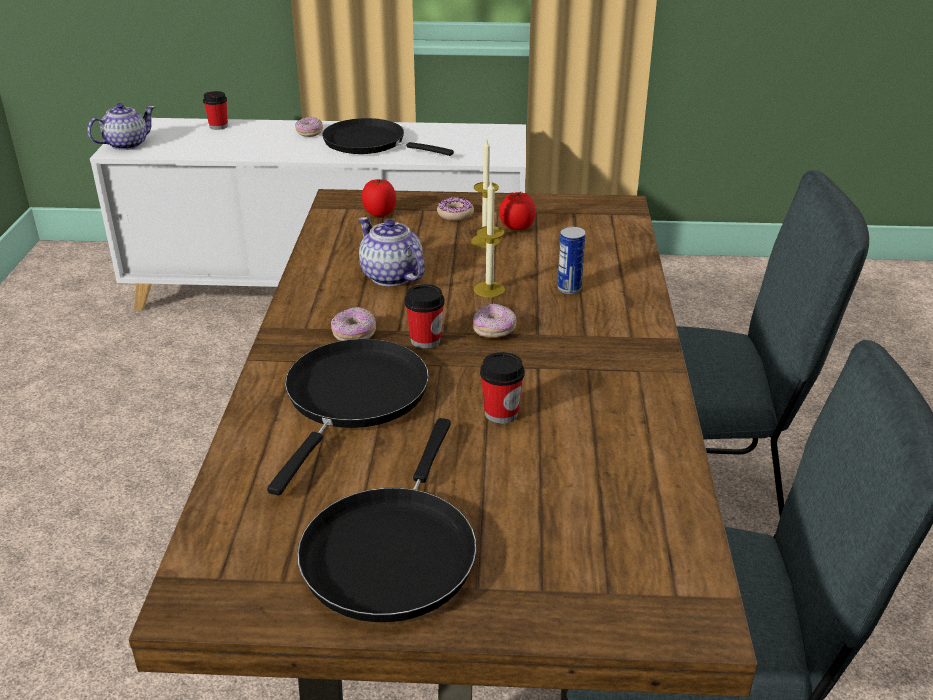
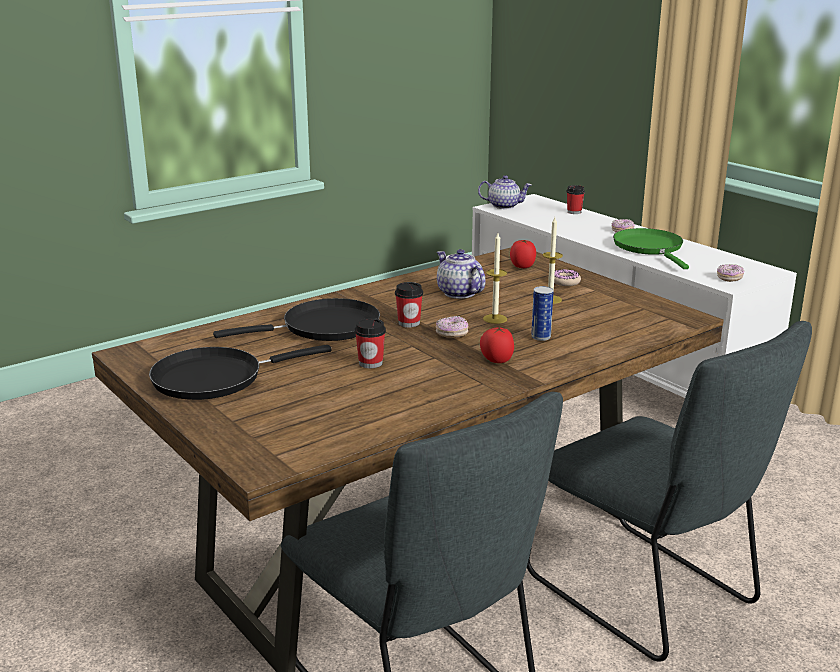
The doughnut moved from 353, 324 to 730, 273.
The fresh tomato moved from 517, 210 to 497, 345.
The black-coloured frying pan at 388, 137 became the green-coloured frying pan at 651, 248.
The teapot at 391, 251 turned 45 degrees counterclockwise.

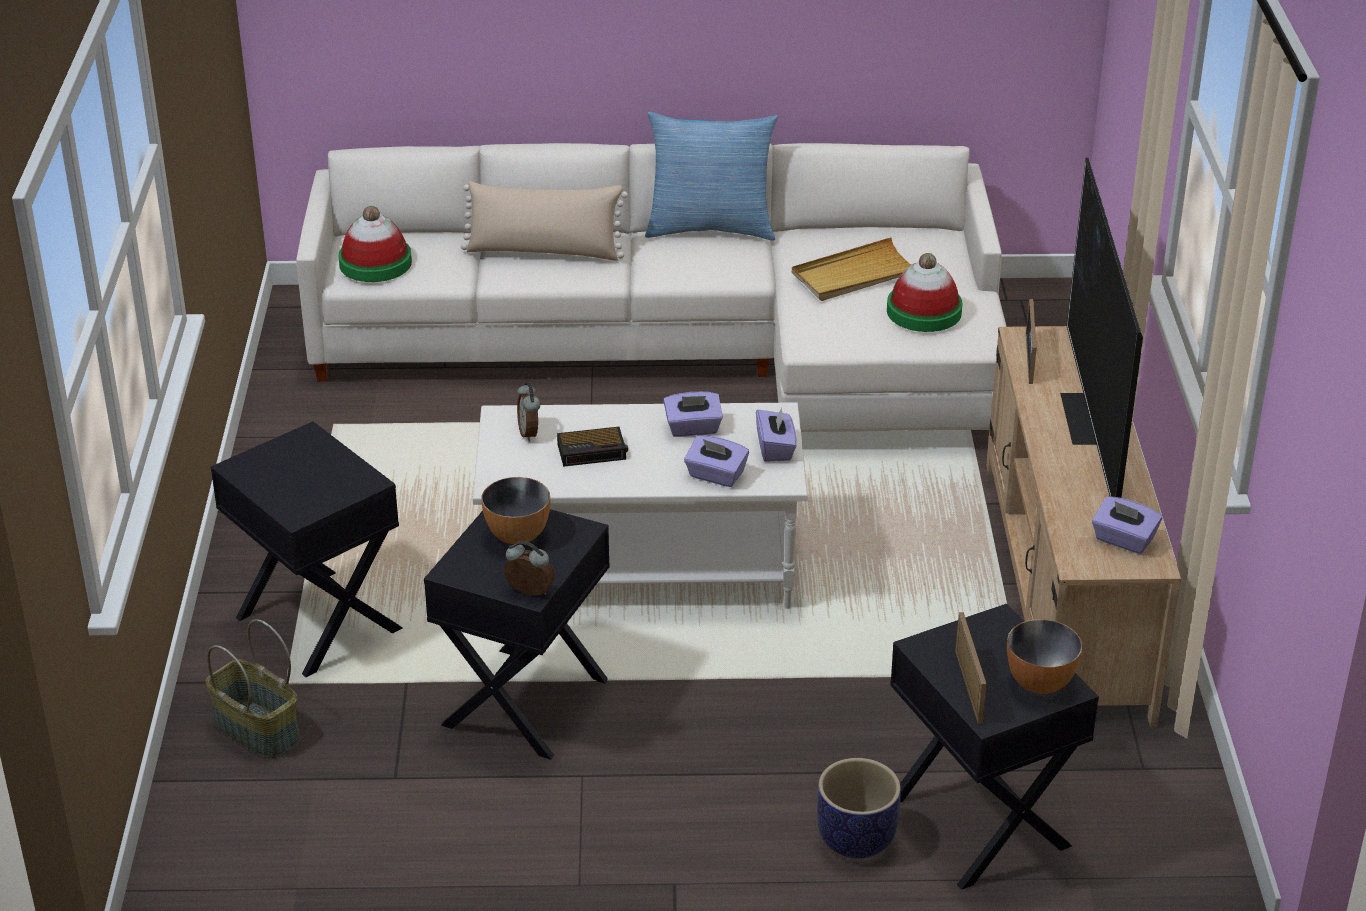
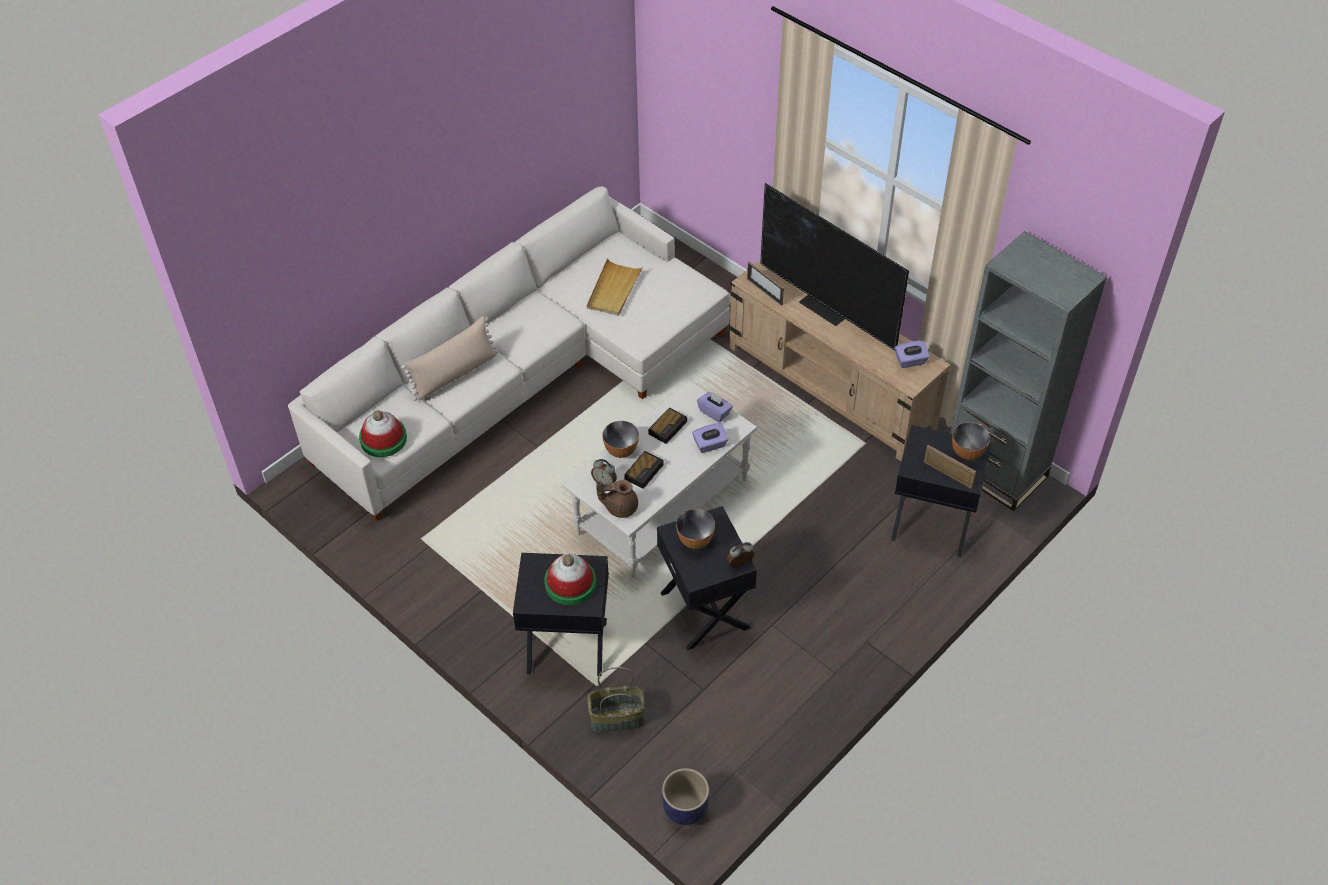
The cushion at 711, 176 disappeared.
The brownish teapot at 617, 499 appeared.
The serving bowl at 621, 439 appeared.
The grey bookshelf at 1028, 371 appeared.
The plant pot moved from 859, 808 to 685, 796.
The wearable hat moved from 925, 292 to 570, 579.
The purple-coloured tissue box at 693, 414 was replaced by the bedside clock at 667, 425.

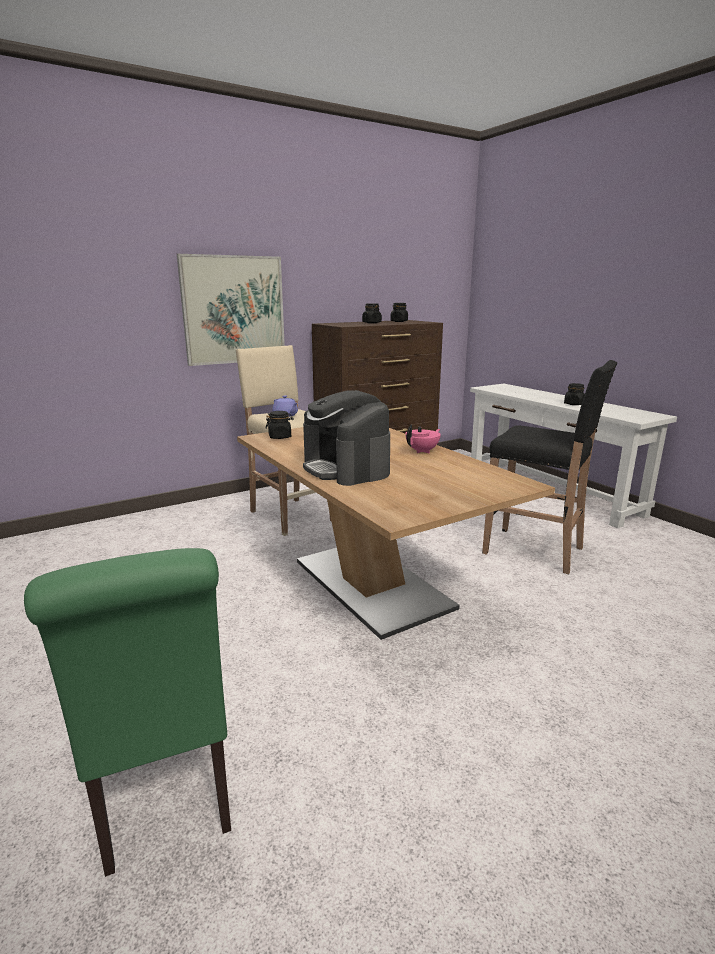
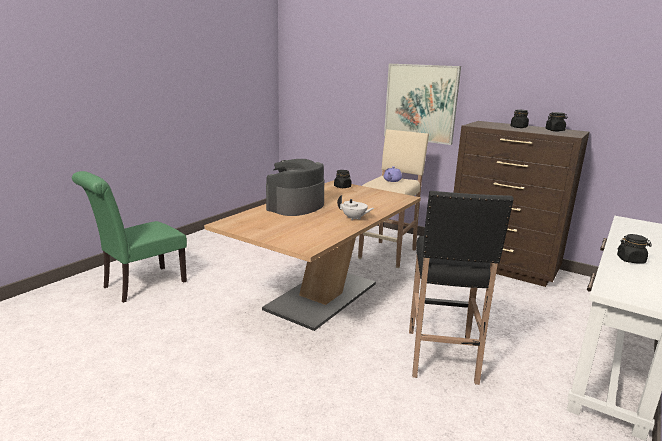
The pink-coloured teapot at 423, 439 became the white teapot at 355, 208.

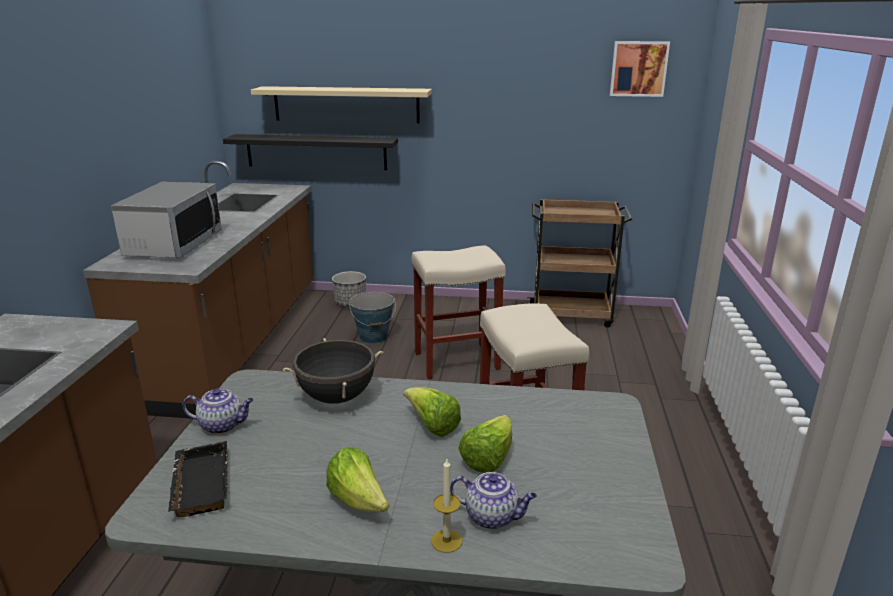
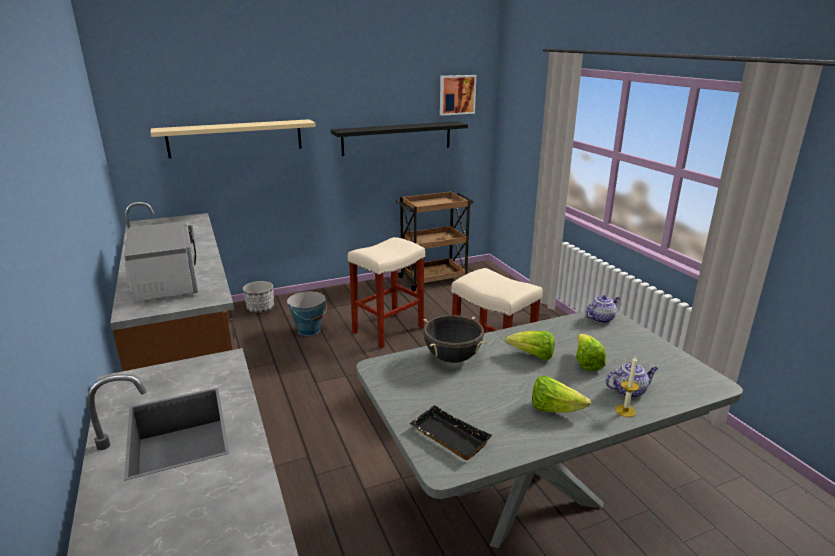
The teapot moved from 218, 411 to 602, 309.
The black-coloured wall shelf moved from 310, 152 to 399, 138.

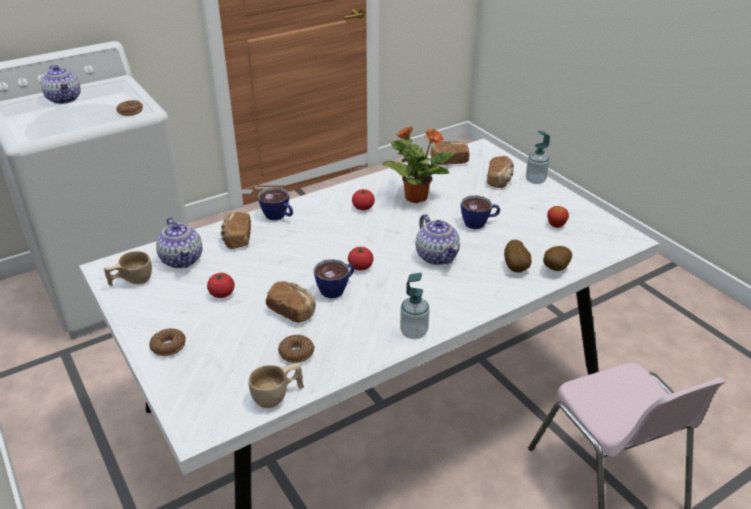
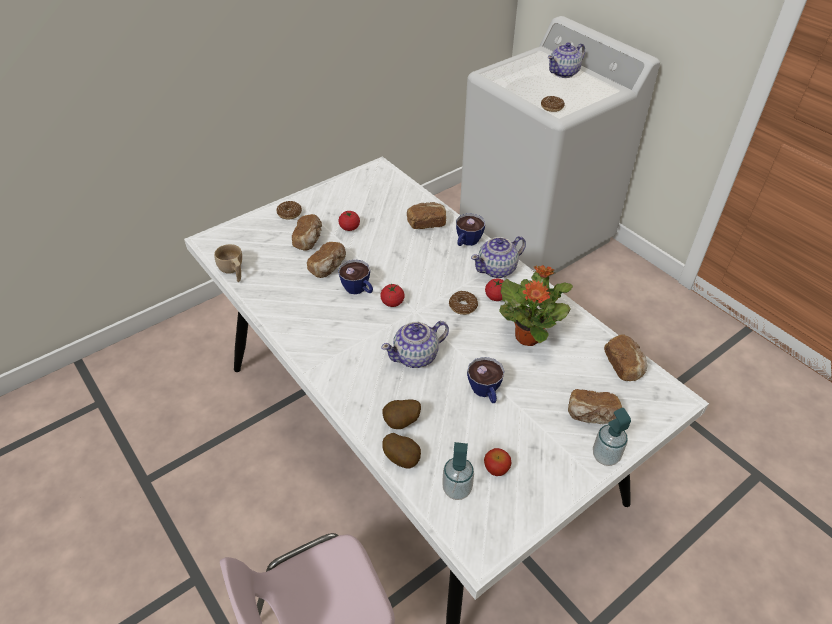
The beige small cup at 128, 268 disappeared.
The baked bread at 307, 232 appeared.
The teapot moved from 179, 242 to 498, 257.
The doughnut moved from 296, 349 to 463, 303.
The liquid soap bottle moved from 414, 306 to 458, 471.

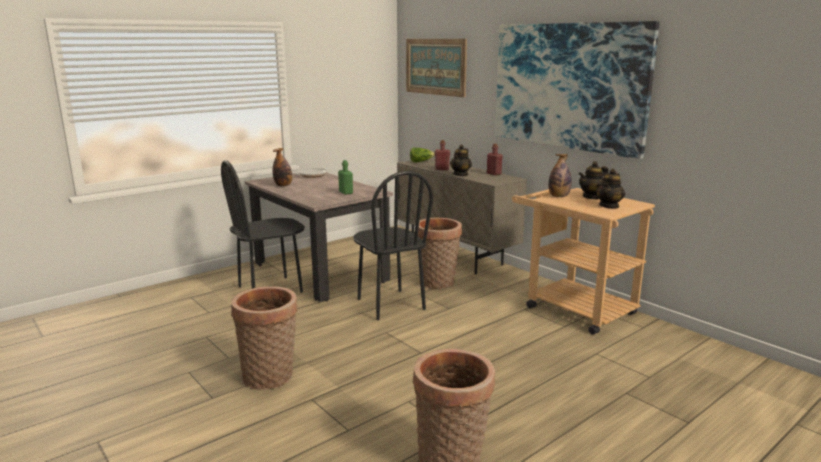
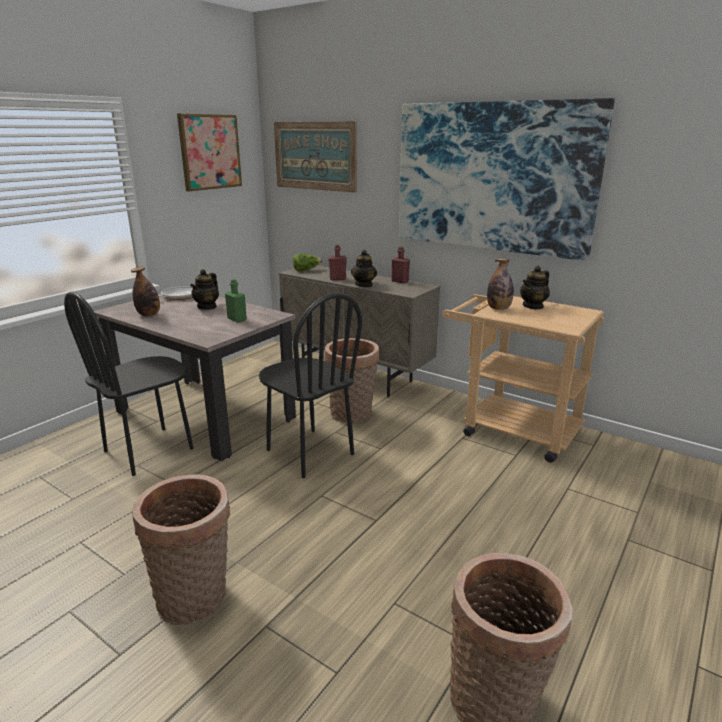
The wall art at 209, 152 appeared.
The teapot moved from 610, 189 to 204, 289.

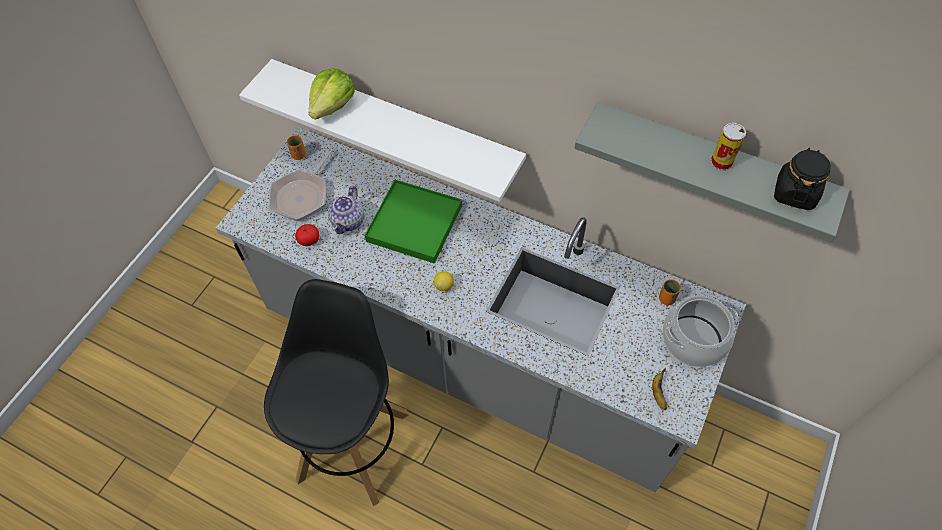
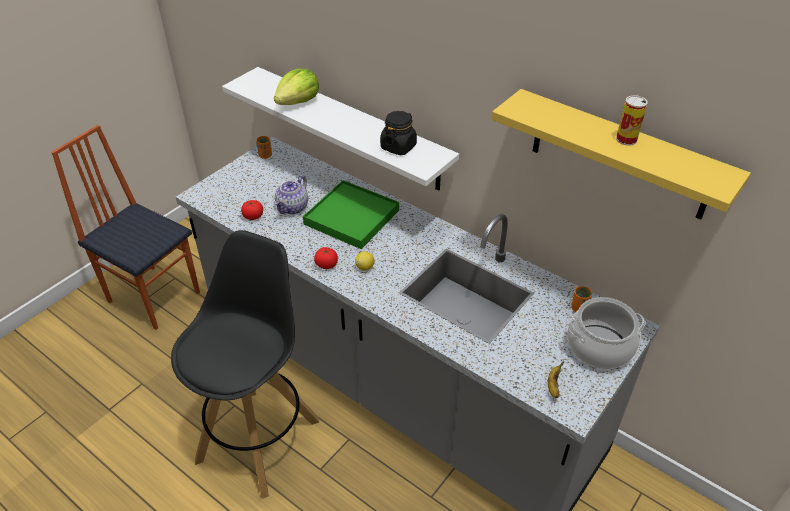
The frying pan at 301, 184 disappeared.
The plain chair at 125, 227 appeared.
The fresh tomato at 326, 258 appeared.
The black-coloured storage jar moved from 802, 179 to 398, 133.
The grey wall shelf at 712, 172 became the yellow wall shelf at 621, 154.

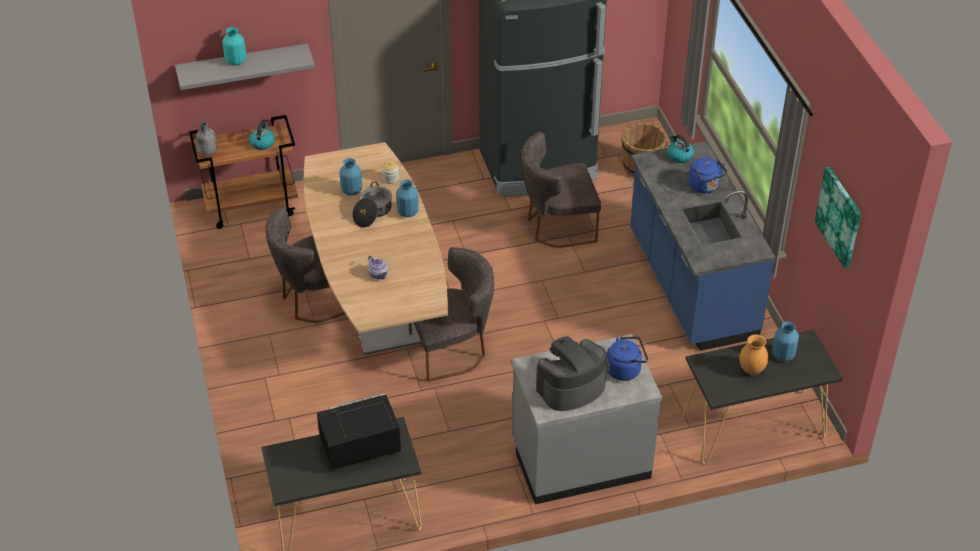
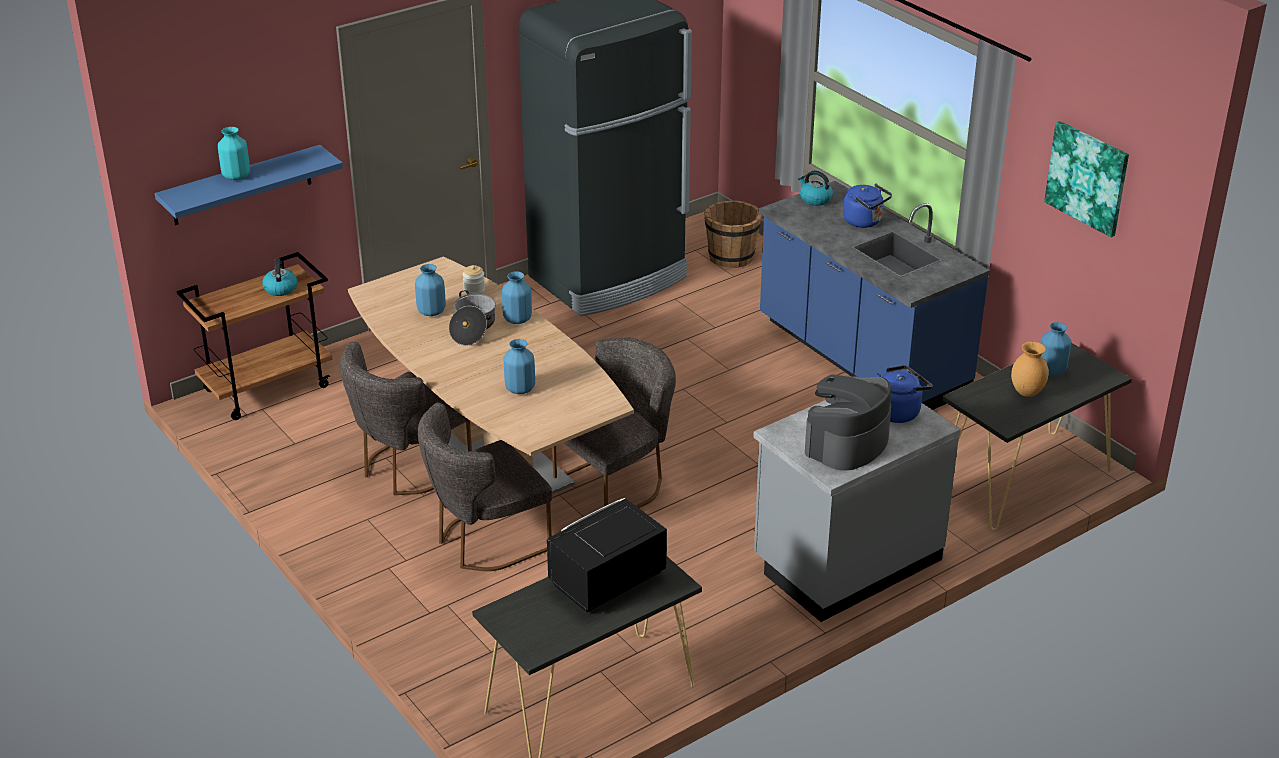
The grey bottle at 206, 138 disappeared.
The grey plain chair moved from 561, 190 to 485, 487.
The teapot at 378, 267 was replaced by the bluish decorative vase at 519, 366.
The grey wall shelf at 245, 66 became the bluish wall shelf at 248, 185.

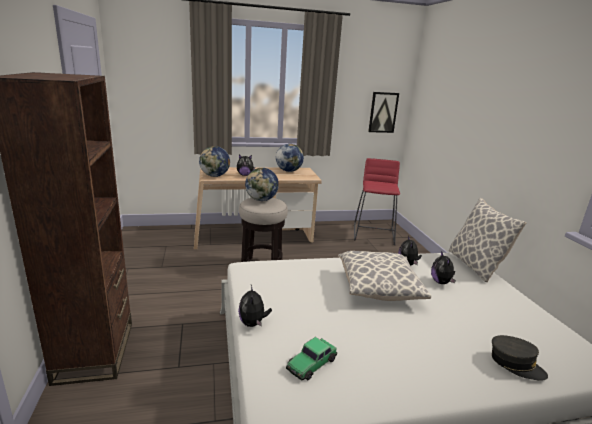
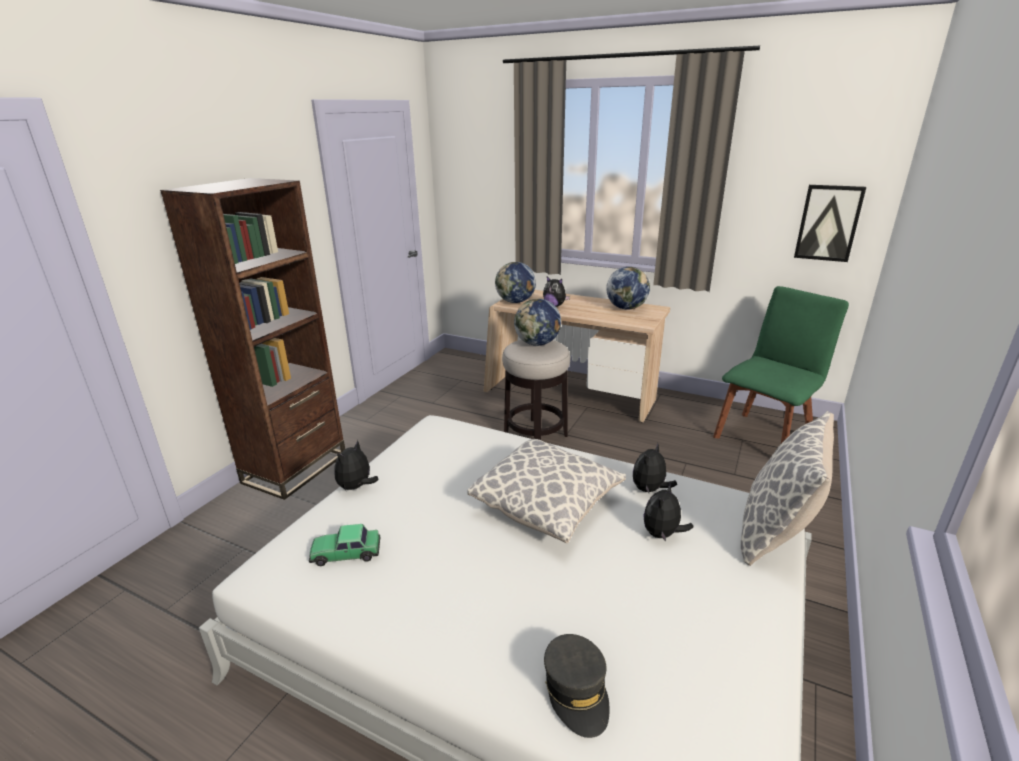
The reddish stool at 377, 201 was replaced by the green-coloured plain chair at 781, 364.

